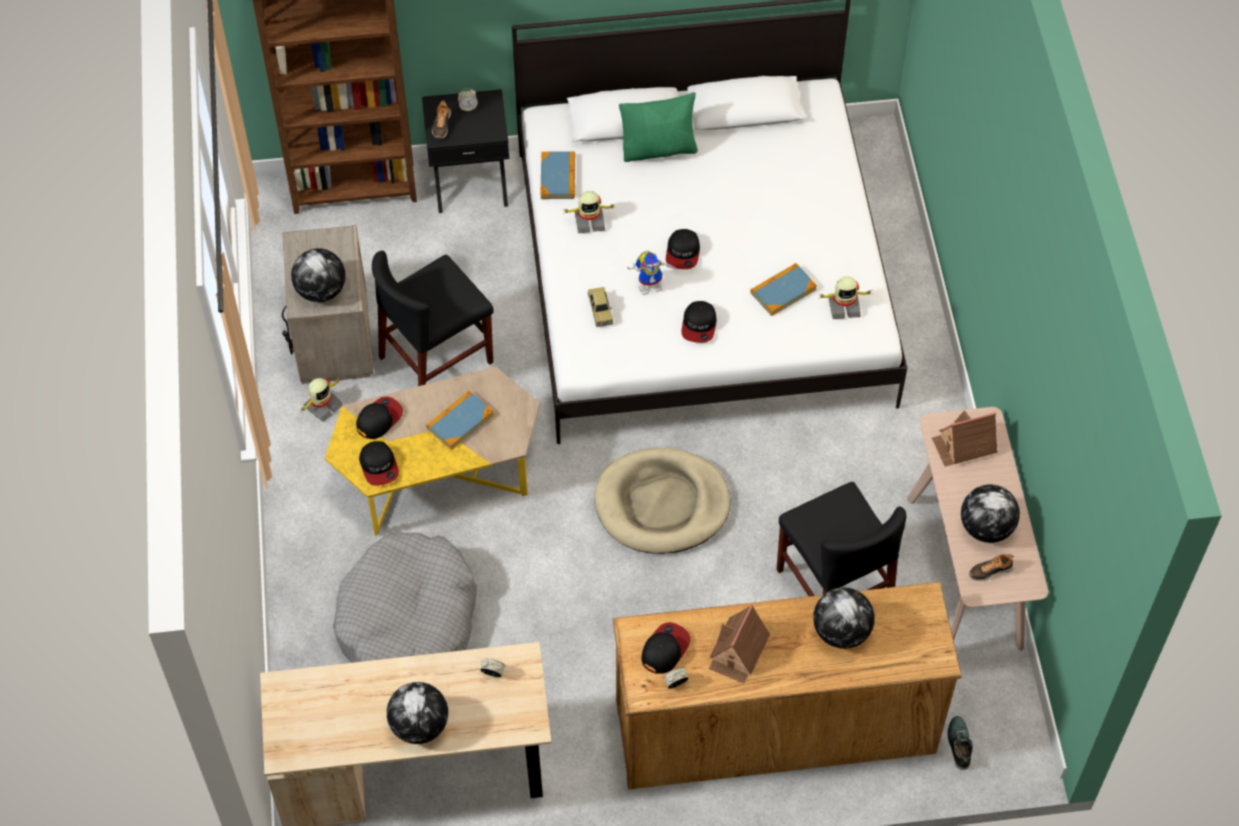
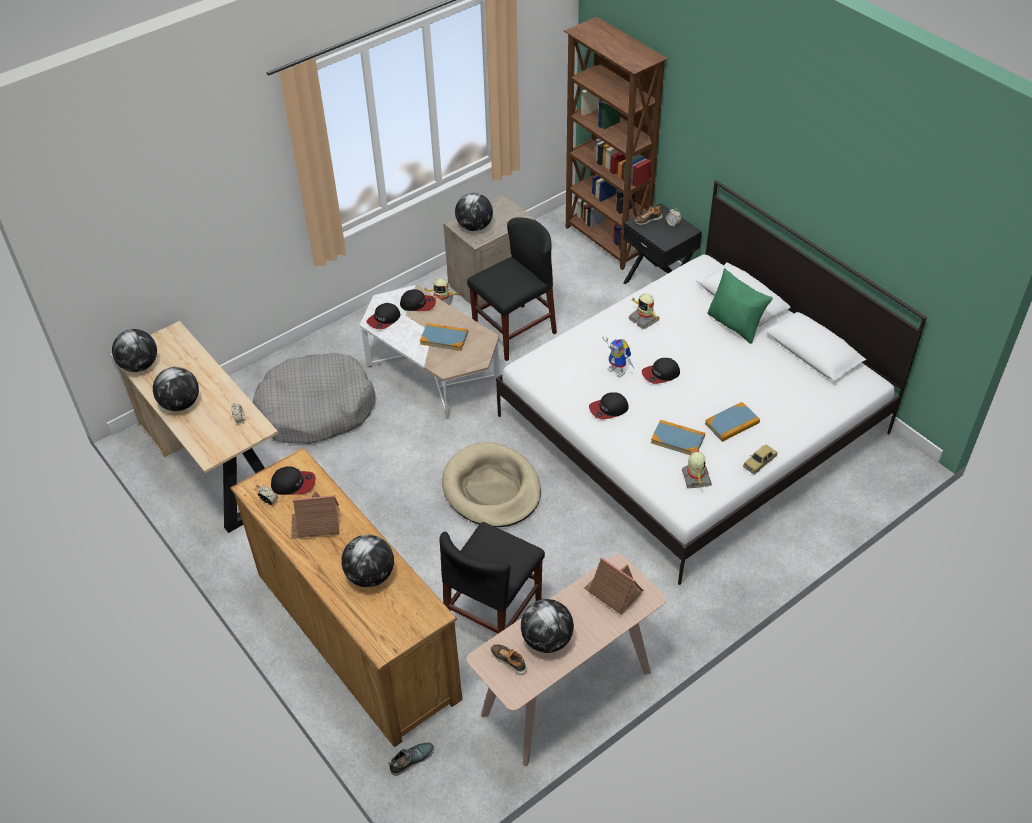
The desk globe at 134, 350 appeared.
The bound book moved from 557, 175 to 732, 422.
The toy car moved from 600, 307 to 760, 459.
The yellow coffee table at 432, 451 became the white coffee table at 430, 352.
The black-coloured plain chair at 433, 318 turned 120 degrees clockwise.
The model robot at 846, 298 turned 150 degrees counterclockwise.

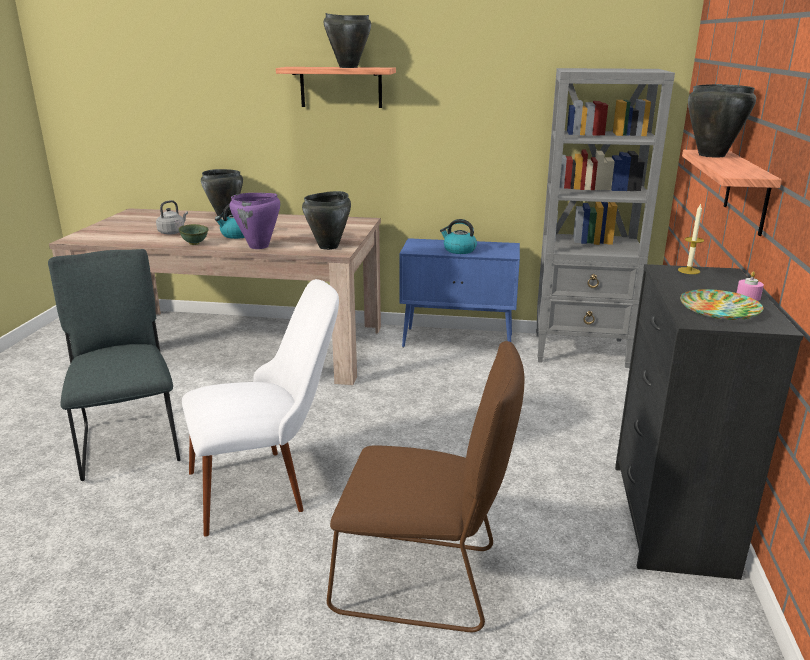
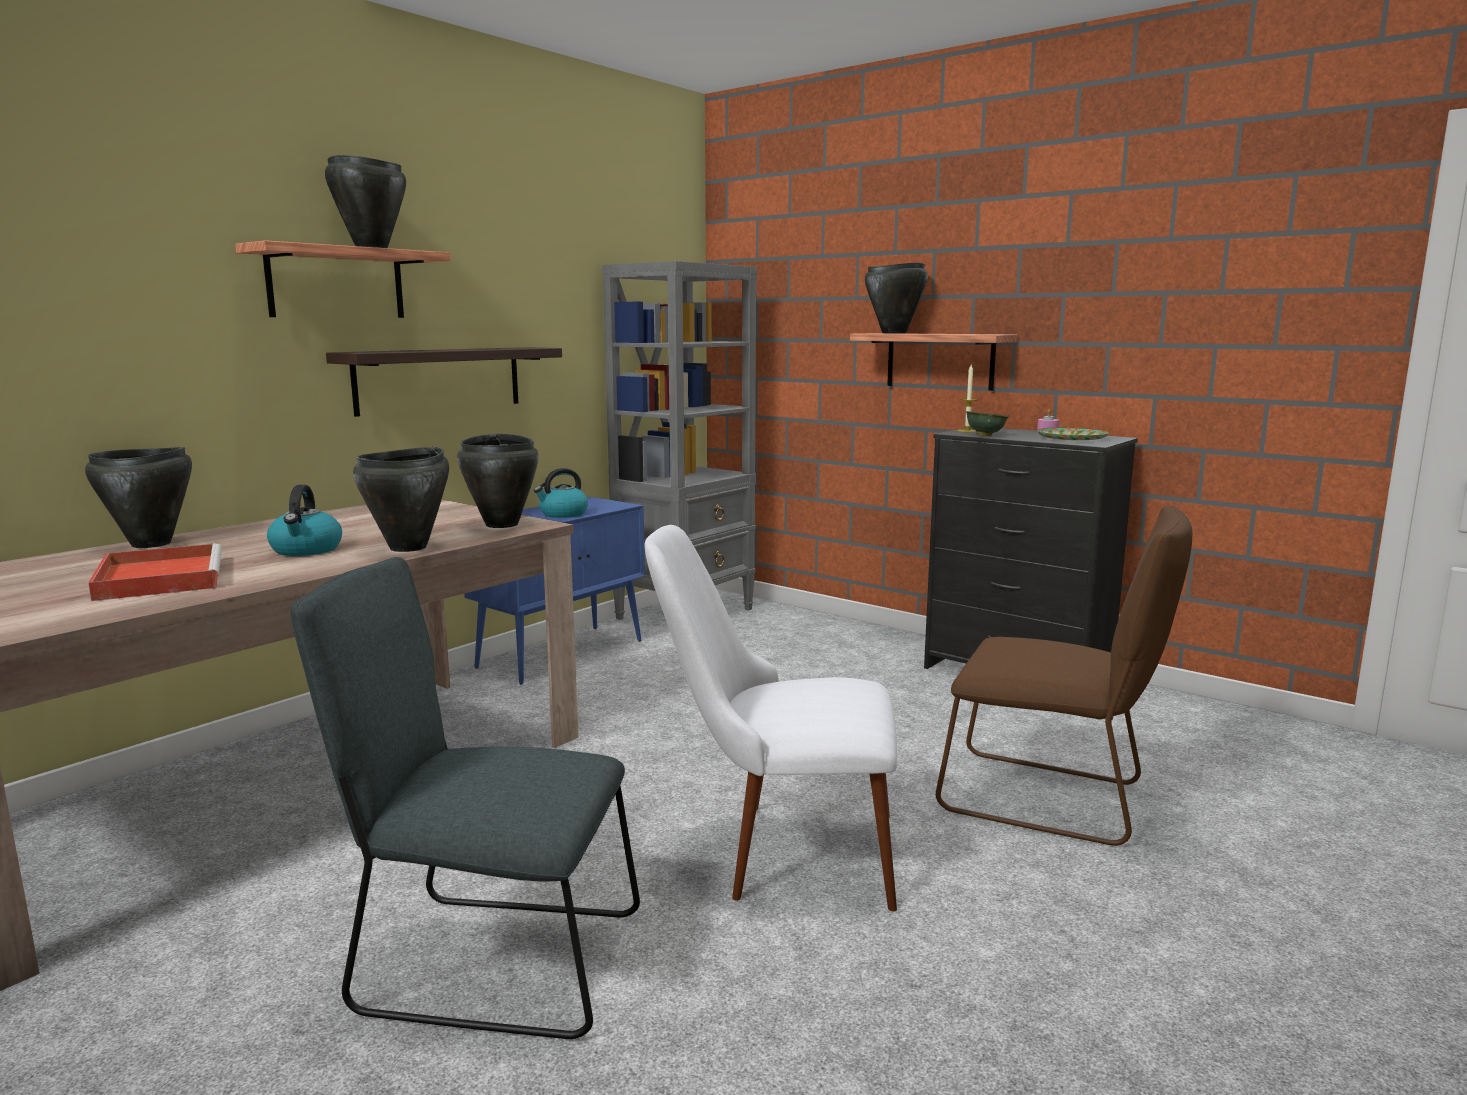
The wall shelf at 444, 382 appeared.
The green-coloured serving bowl moved from 193, 234 to 987, 423.
The grey tea kettle at 172, 217 was replaced by the reddish carrying tray at 155, 572.
The purple-coloured saucepot at 255, 221 became the black-coloured saucepot at 401, 499.
The white plain chair at 260, 408 turned 90 degrees counterclockwise.
The brownish plain chair at 425, 486 turned 75 degrees clockwise.

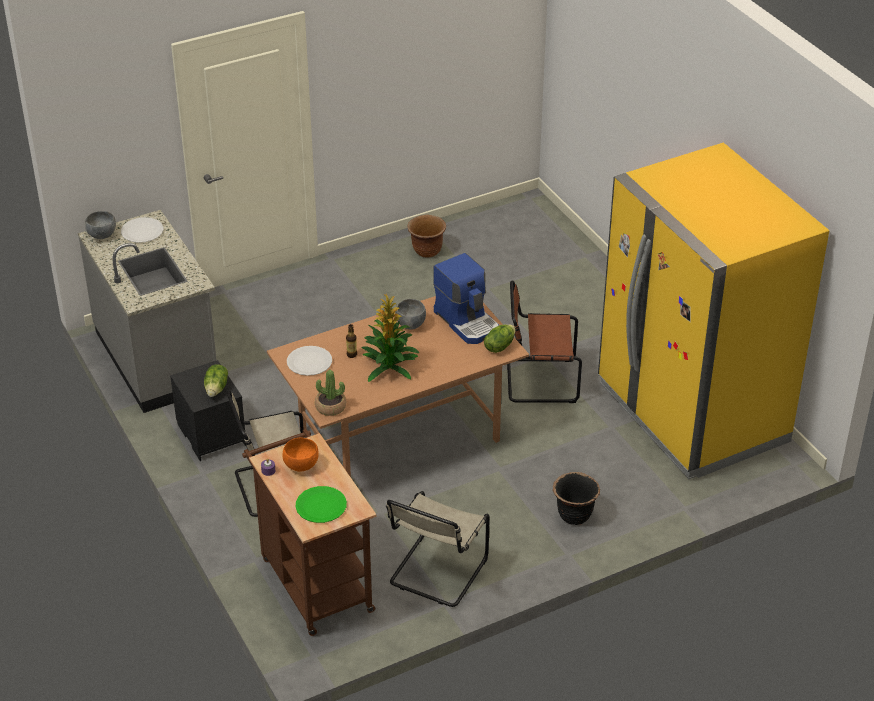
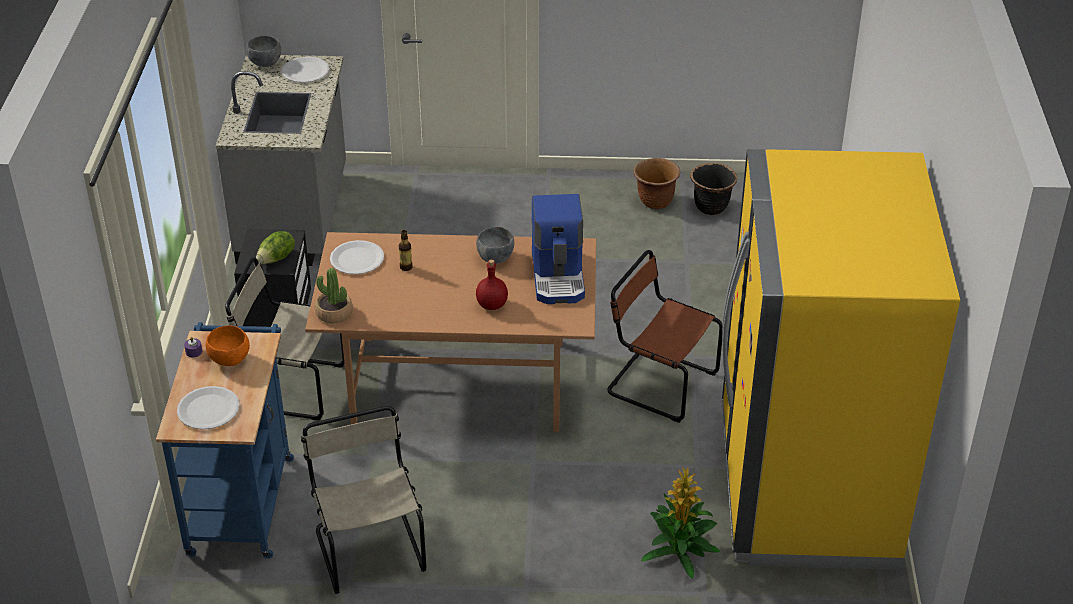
The lettuce head at 500, 339 disappeared.
The reddish bottle at 492, 284 appeared.
The plant in a pot moved from 390, 338 to 680, 522.
The black-coloured plant pot moved from 576, 498 to 713, 189.
The brownish wheeled cart at 309, 532 became the bluish wheeled cart at 225, 440.
The green-coloured plate at 321, 504 became the white plate at 208, 407.
The beige plain chair at 438, 549 turned 105 degrees clockwise.

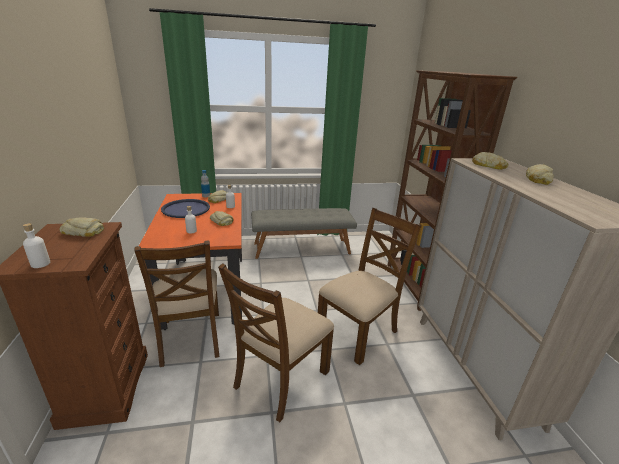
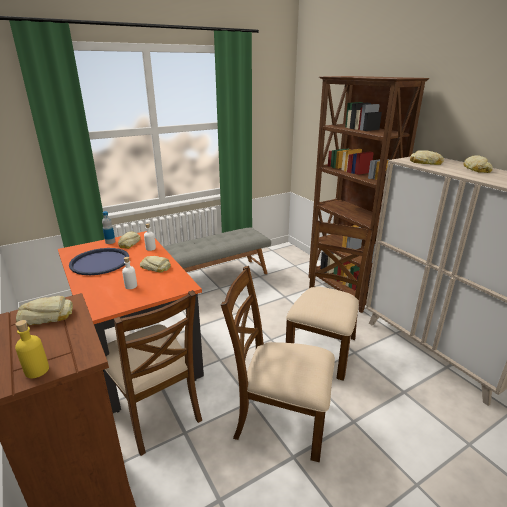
The white bottle at 36, 245 became the yellow bottle at 32, 349.
The brownish plain chair at 276, 342 turned 90 degrees clockwise.

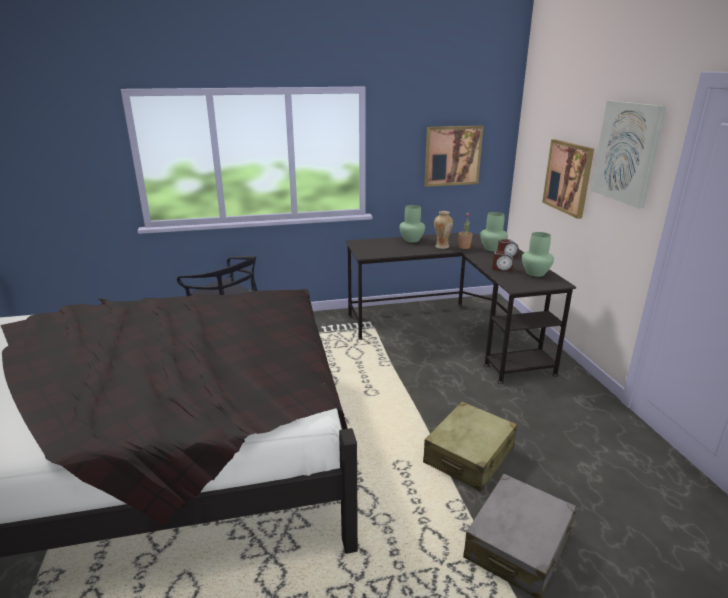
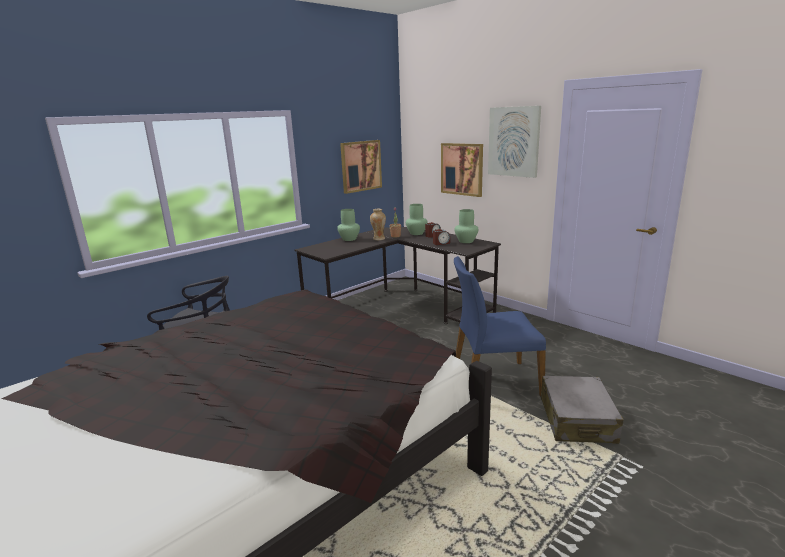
The beige travel case at 470, 446 was replaced by the bluish plain chair at 500, 326.

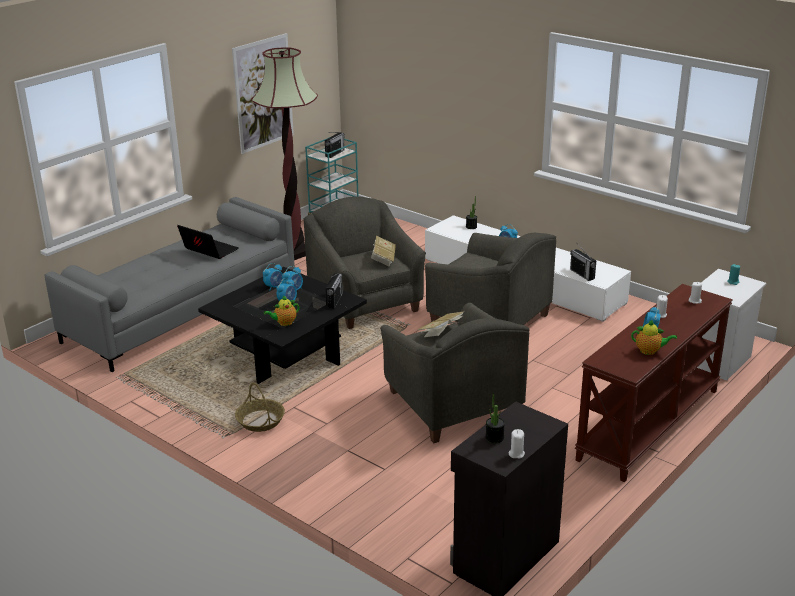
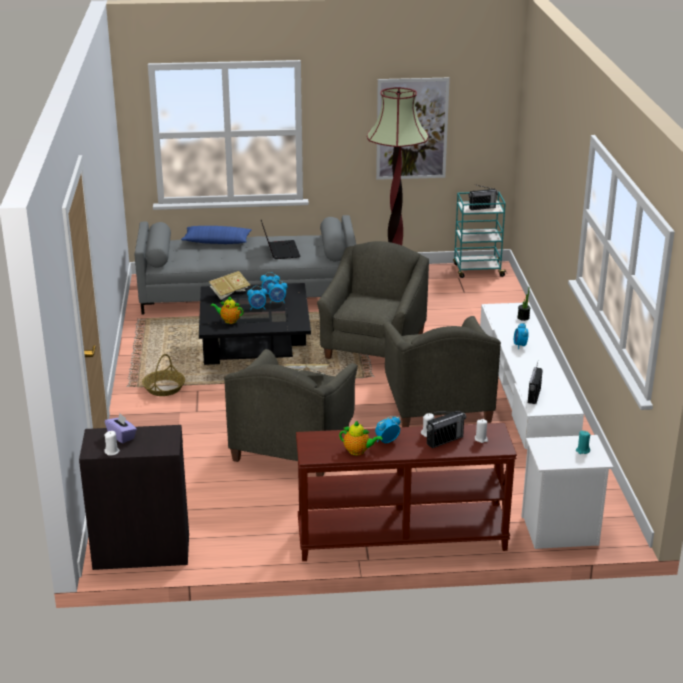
The bluish cushion at 216, 235 appeared.
The radio moved from 334, 291 to 446, 429.
The bound book moved from 383, 251 to 229, 285.
The plant in a pot at 495, 418 was replaced by the purple-coloured tissue box at 121, 428.
The teapot at 654, 337 turned 45 degrees counterclockwise.

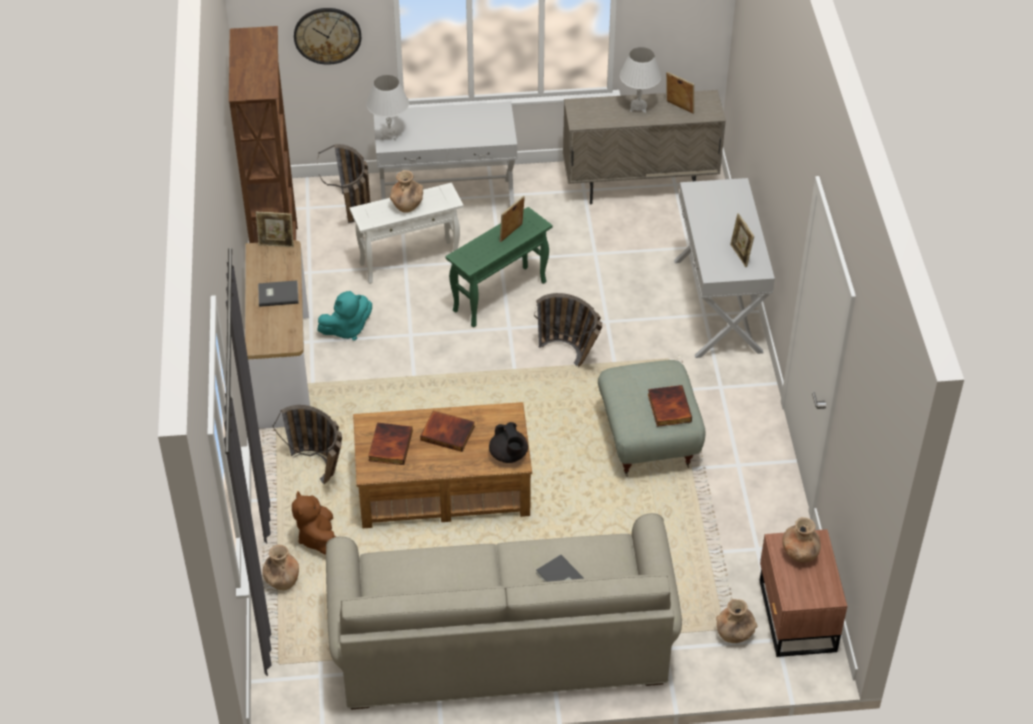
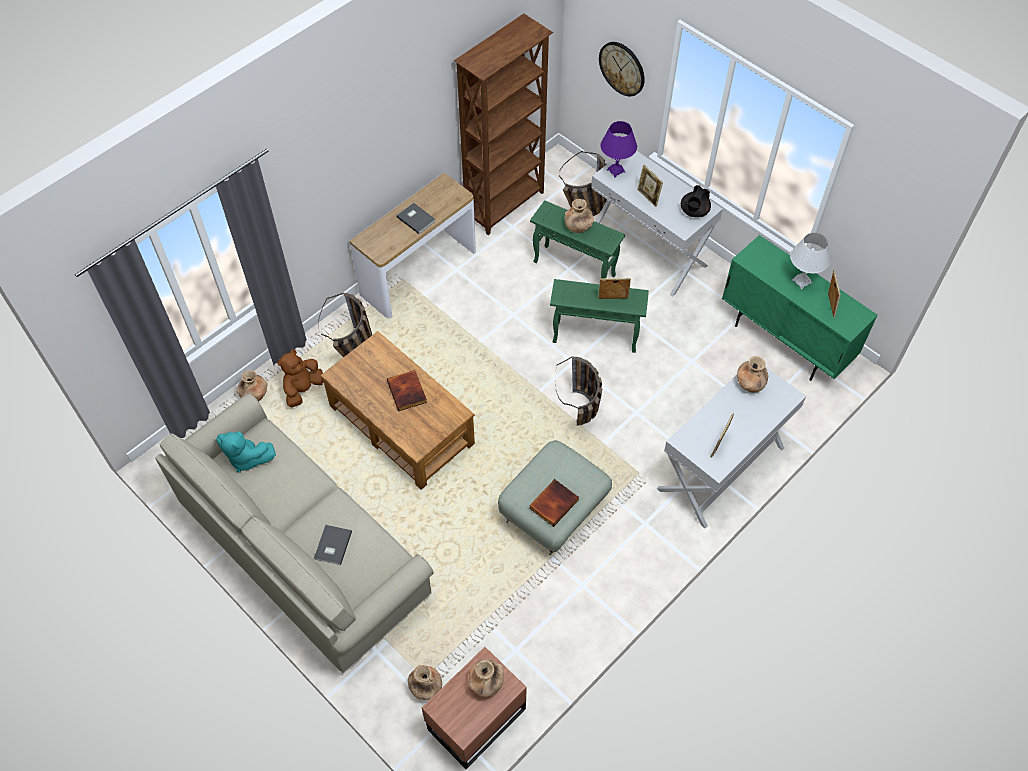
The bound book at 390, 443 disappeared.
The brownish decorative vase at 752, 374 appeared.
The standing frame moved from 275, 229 to 650, 186.
The turquoise cuddly toy moved from 344, 316 to 246, 452.
The black-coloured teapot moved from 508, 442 to 696, 201.
The white side table at 407, 233 became the green-coloured side table at 577, 239.
The white table lamp at 388, 108 became the purple-coloured table lamp at 619, 149.
The beige cabinet at 644, 147 became the green-coloured cabinet at 800, 308.

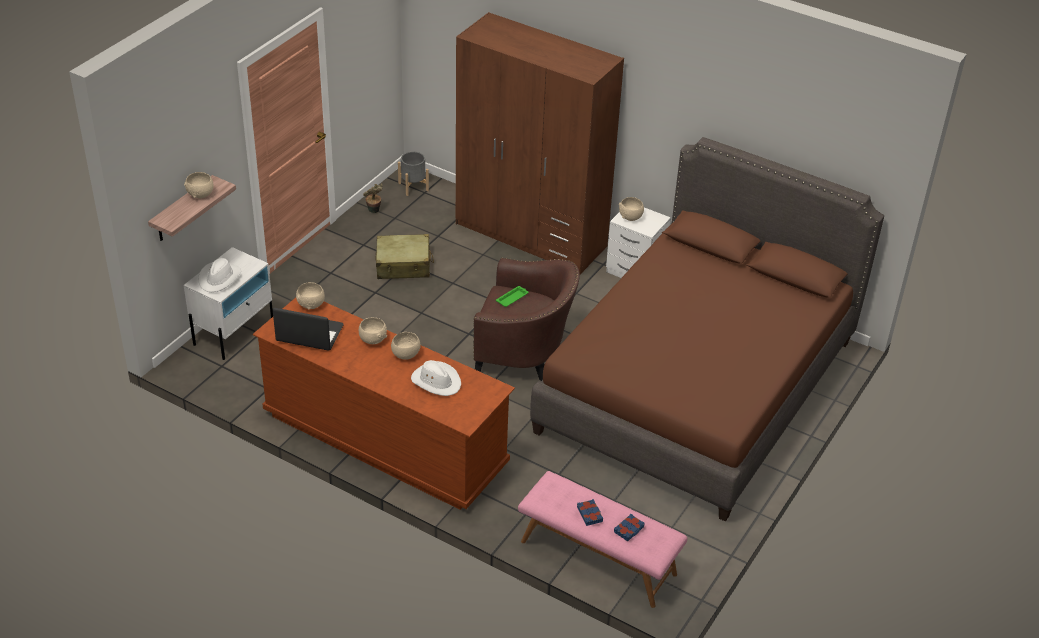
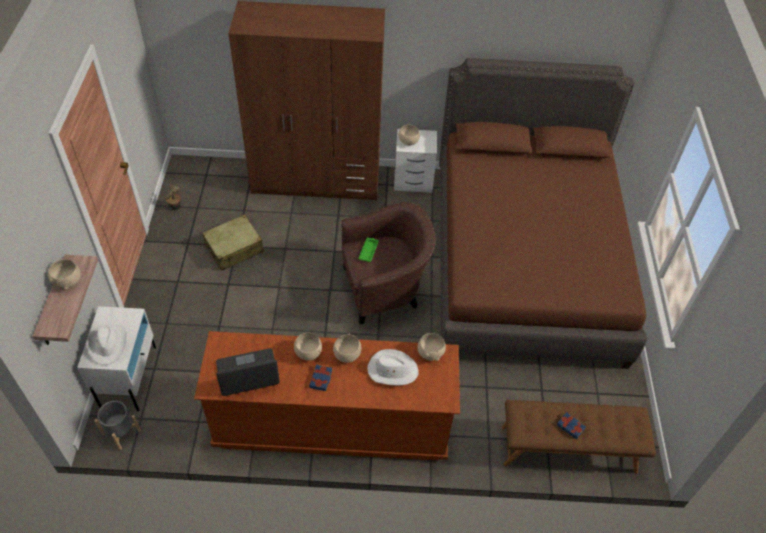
The beige serving bowl moved from 310, 295 to 432, 347.
The grey plant pot moved from 413, 174 to 118, 425.
The bluish bound book moved from 629, 527 to 320, 377.
The pink-coloured long seat at 602, 539 became the brownish long seat at 578, 437.

